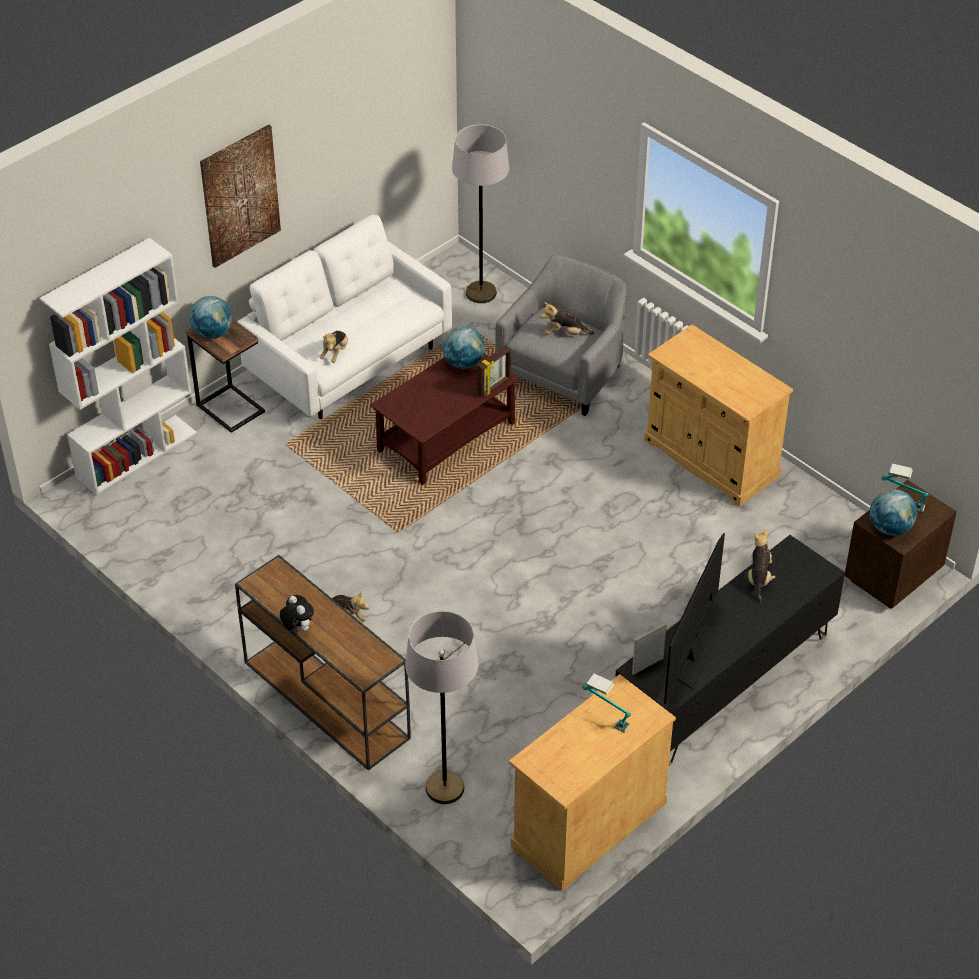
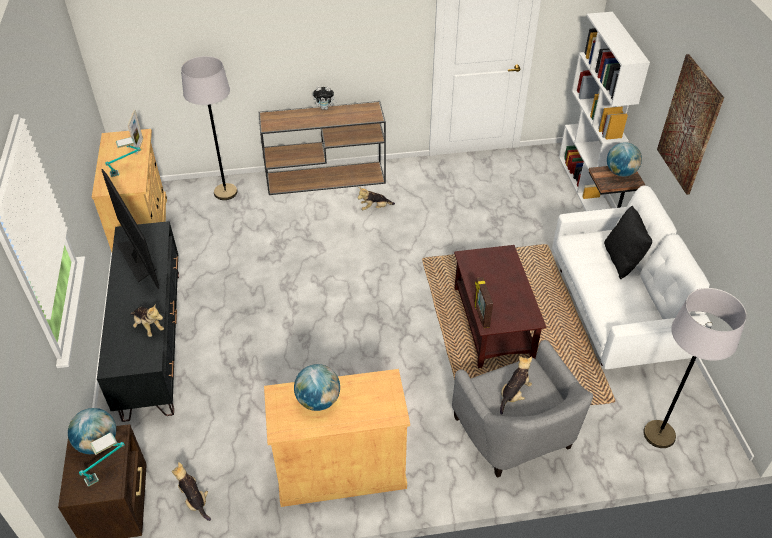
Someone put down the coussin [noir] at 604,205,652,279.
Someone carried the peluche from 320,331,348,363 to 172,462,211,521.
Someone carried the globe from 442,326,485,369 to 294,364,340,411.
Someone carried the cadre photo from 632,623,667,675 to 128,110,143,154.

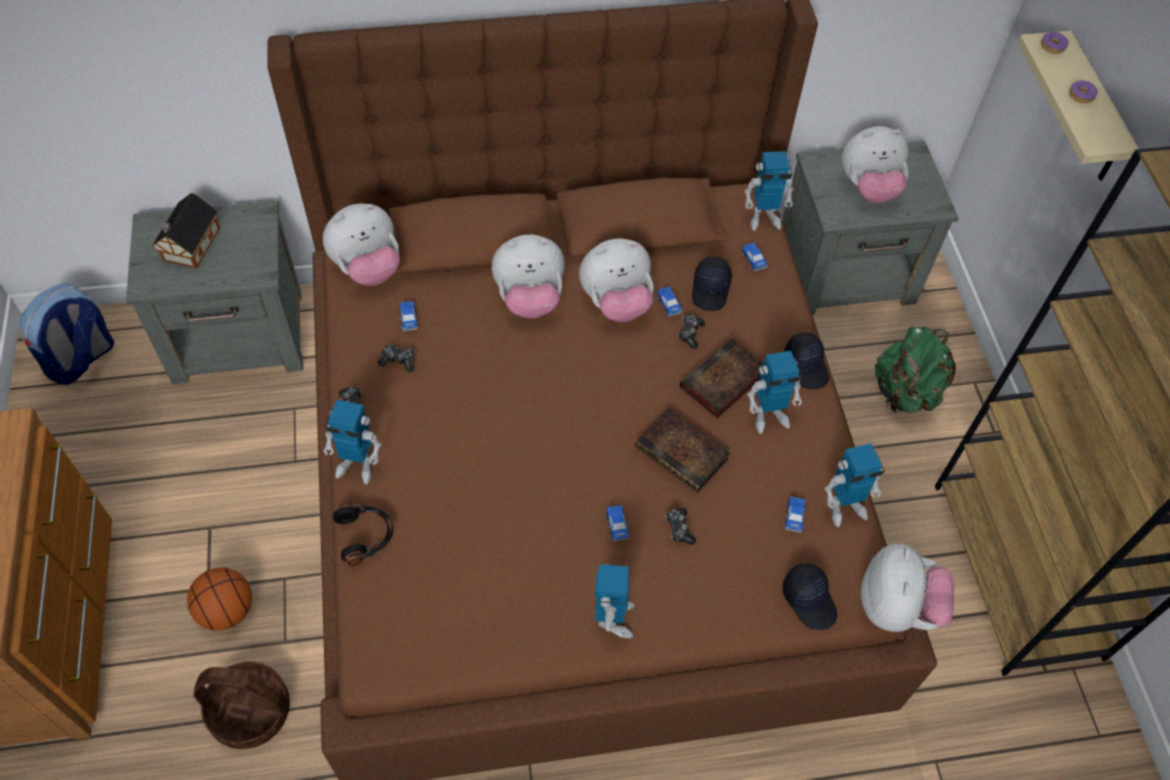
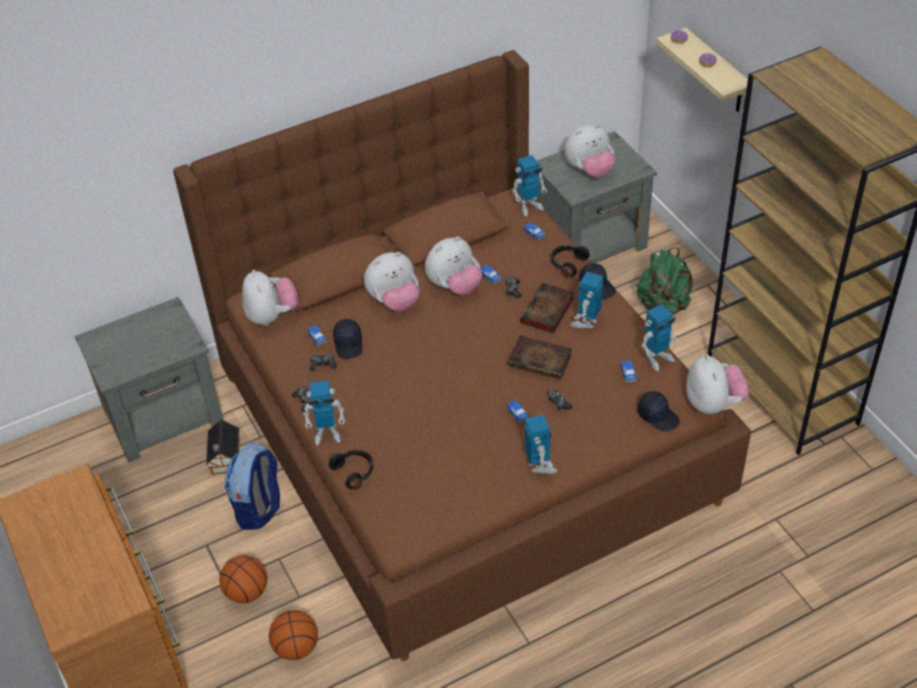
Someone put down the casque audio [noir] at 551,245,590,277.
Someone carried the sac à dos from 19,283,114,385 to 224,443,280,530.
Someone carried the maison miniature from 152,193,220,268 to 206,420,240,474.
Someone carried the casquette [noir] from 692,256,732,311 to 333,319,362,359.
Someone swapped the panier at 194,662,290,749 for the ballon de basket at 269,610,318,660.
Someone rotated the peluche at 323,204,400,286 by 60 degrees counterclockwise.
Someone rotated the robot jouet at 747,351,802,434 by 150 degrees clockwise.

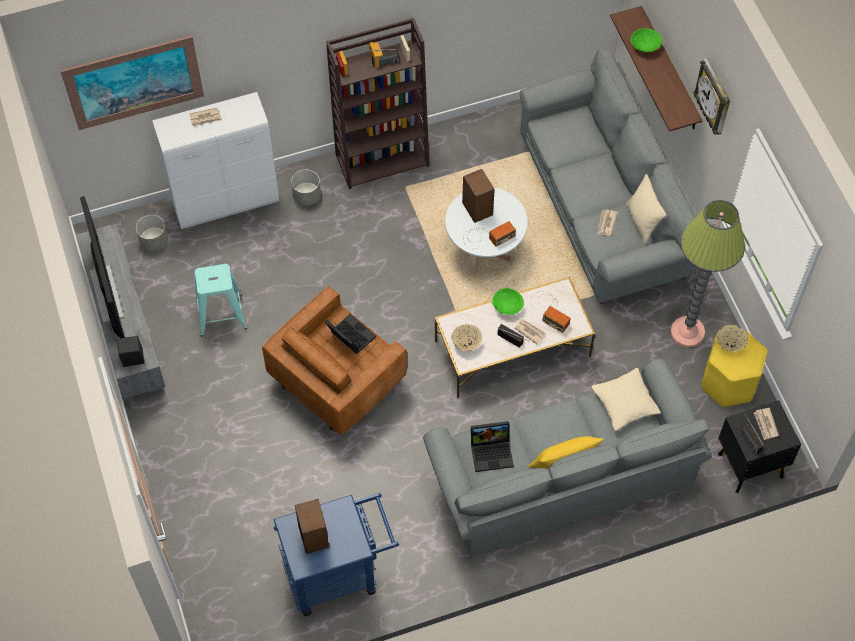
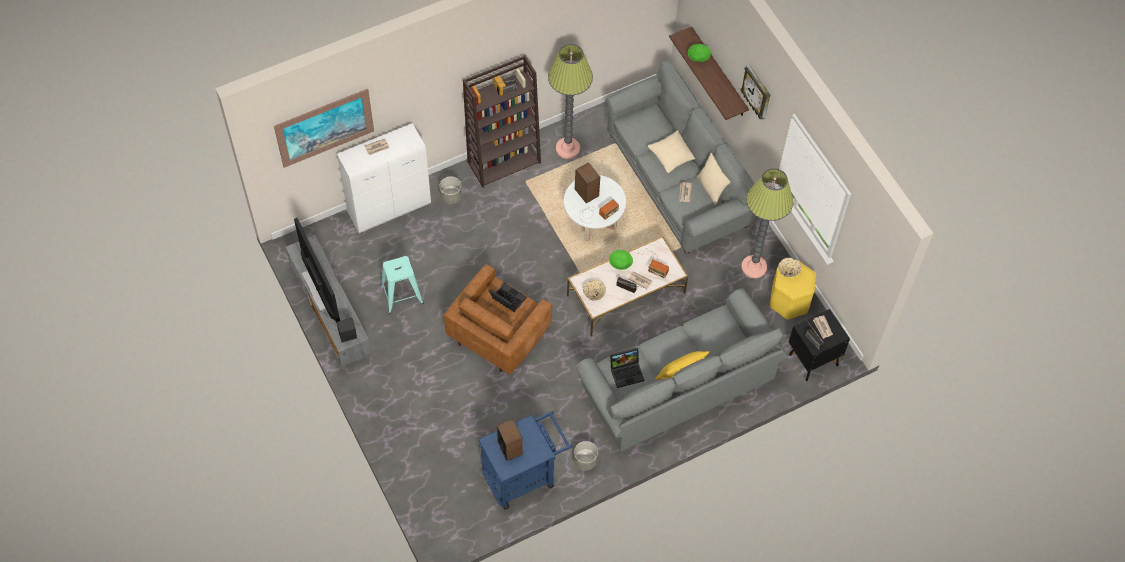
Someone put down the lampadaire at 548,44,593,159.
Someone carried the cache-pot [gris] from 136,215,168,251 to 574,441,598,471.
Someone carried the coussin [beige] from 591,368,661,431 to 648,130,695,173.

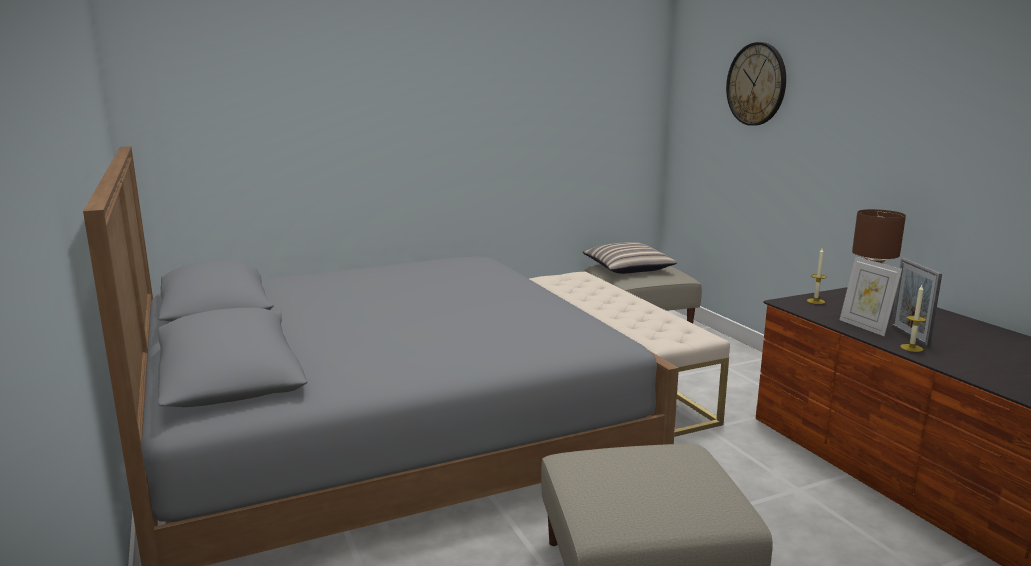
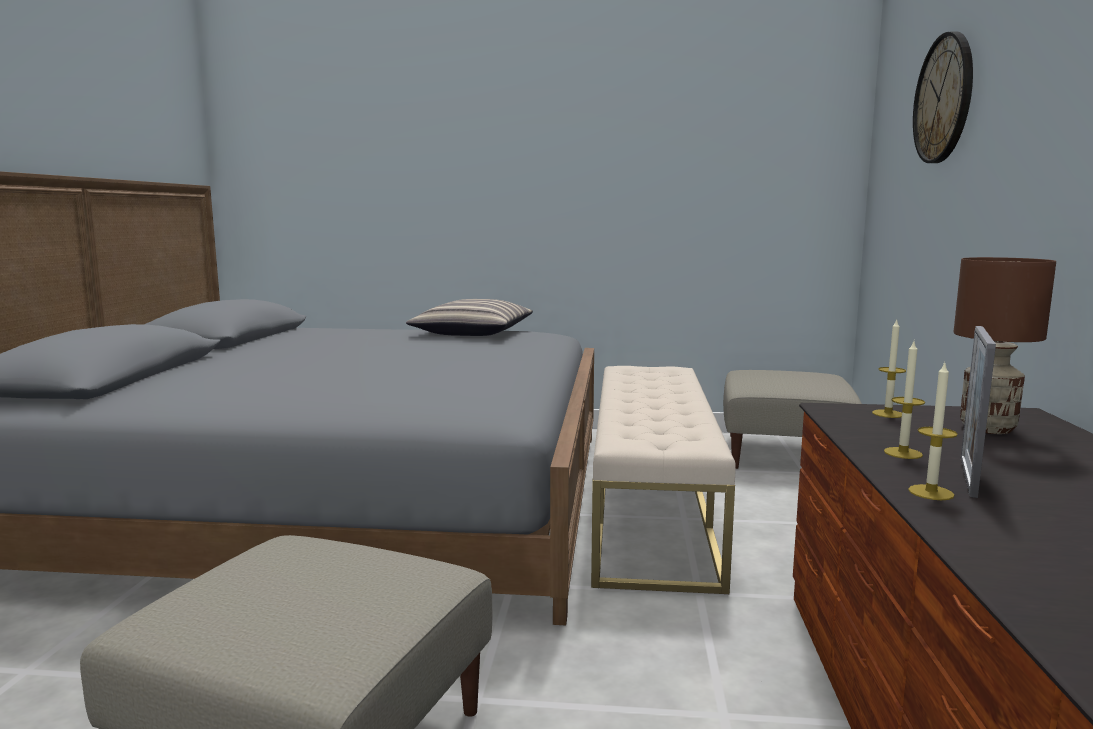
Someone carried the coussin from 583,242,677,274 to 406,299,533,336.
Someone swapped the cadre photo at 840,256,902,336 for the bougie at 884,342,925,459.

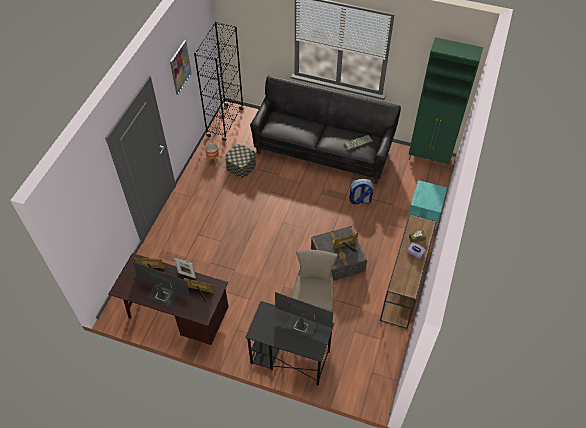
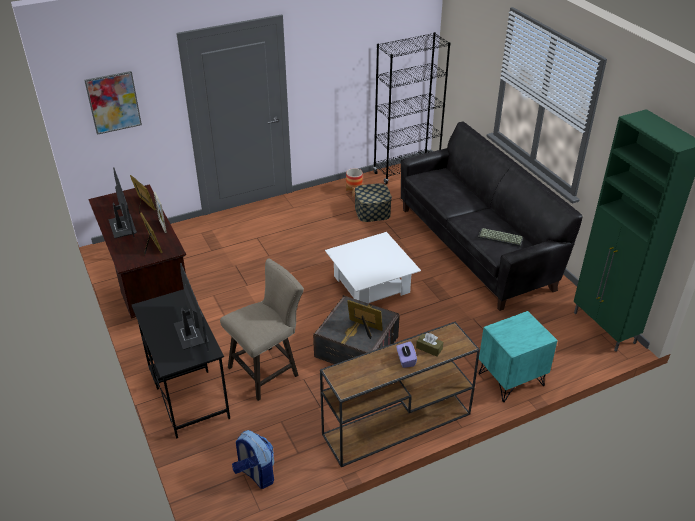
Someone put down the table basse [blanc] at 325,232,421,304.
Someone carried the tableau from 170,40,191,95 to 84,71,142,135.
Someone carried the sac à dos from 349,179,374,204 to 232,430,274,489.

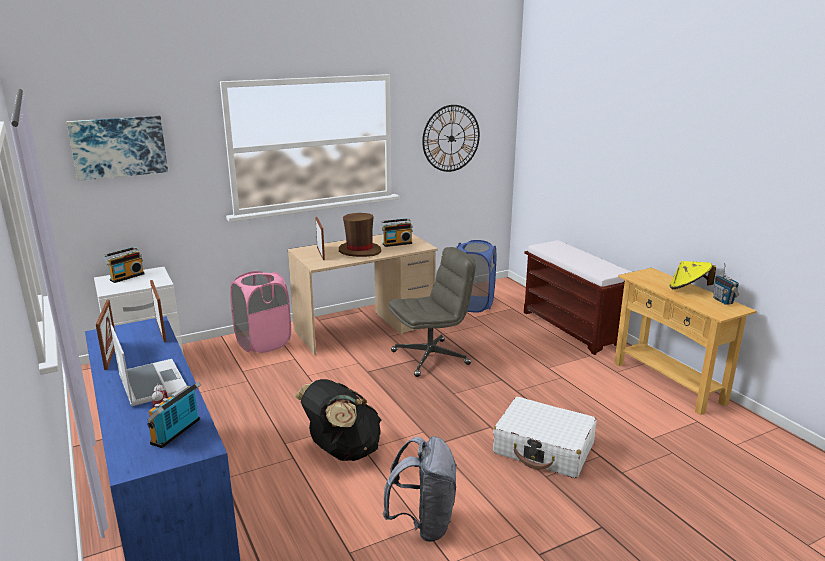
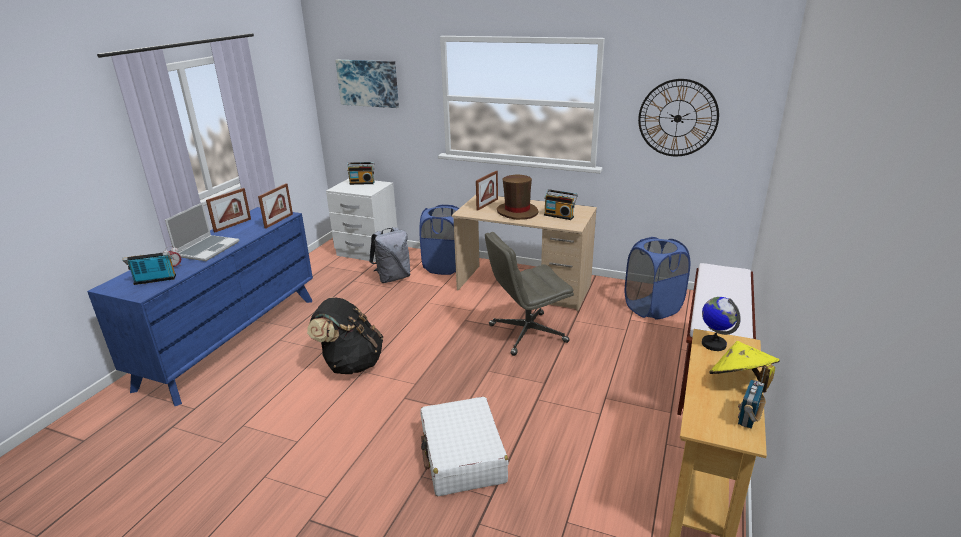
Someone put down the globe at 702,297,741,351.
Someone carried the sac à dos [gris] from 383,436,457,542 to 369,227,411,283.
Someone repainted the panier à linge [rose] at 230,271,291,353, which became the panier à linge [bleu] at 419,205,459,275.
Someone rotated the chaise de bureau [gris] at 388,247,476,377 by 135 degrees clockwise.

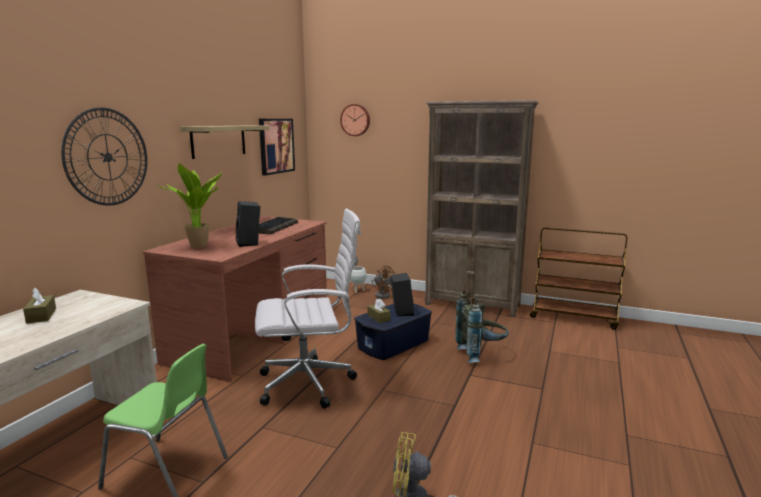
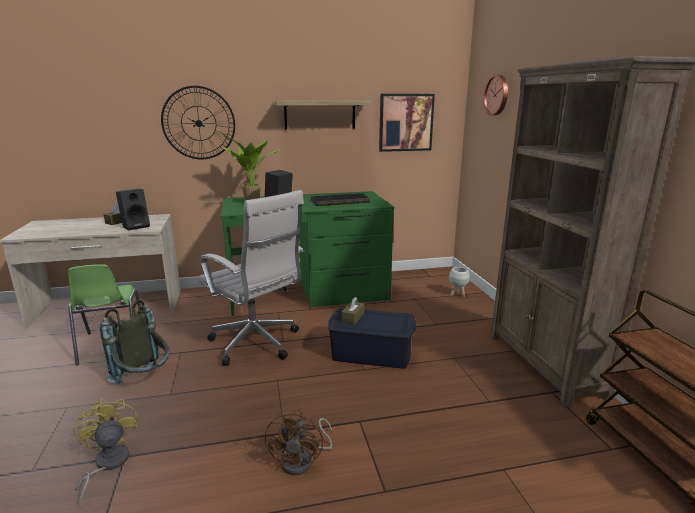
Someone carried the ventilateur [marron] from 372,265,395,299 to 265,409,332,475.
Someone carried the enceinte [noir] from 390,273,414,316 to 116,189,150,230.
Someone carried the sac à dos [gris] from 455,290,509,363 to 100,300,169,383.
Someone repainted the bureau [marron] at 143,216,327,382, which became the bureau [vert] at 221,191,395,316.

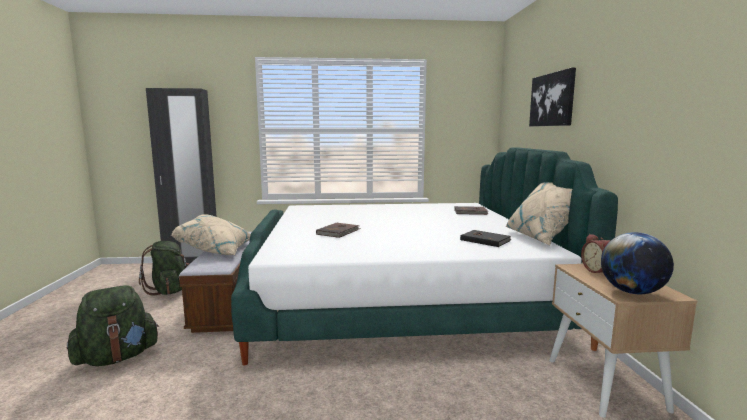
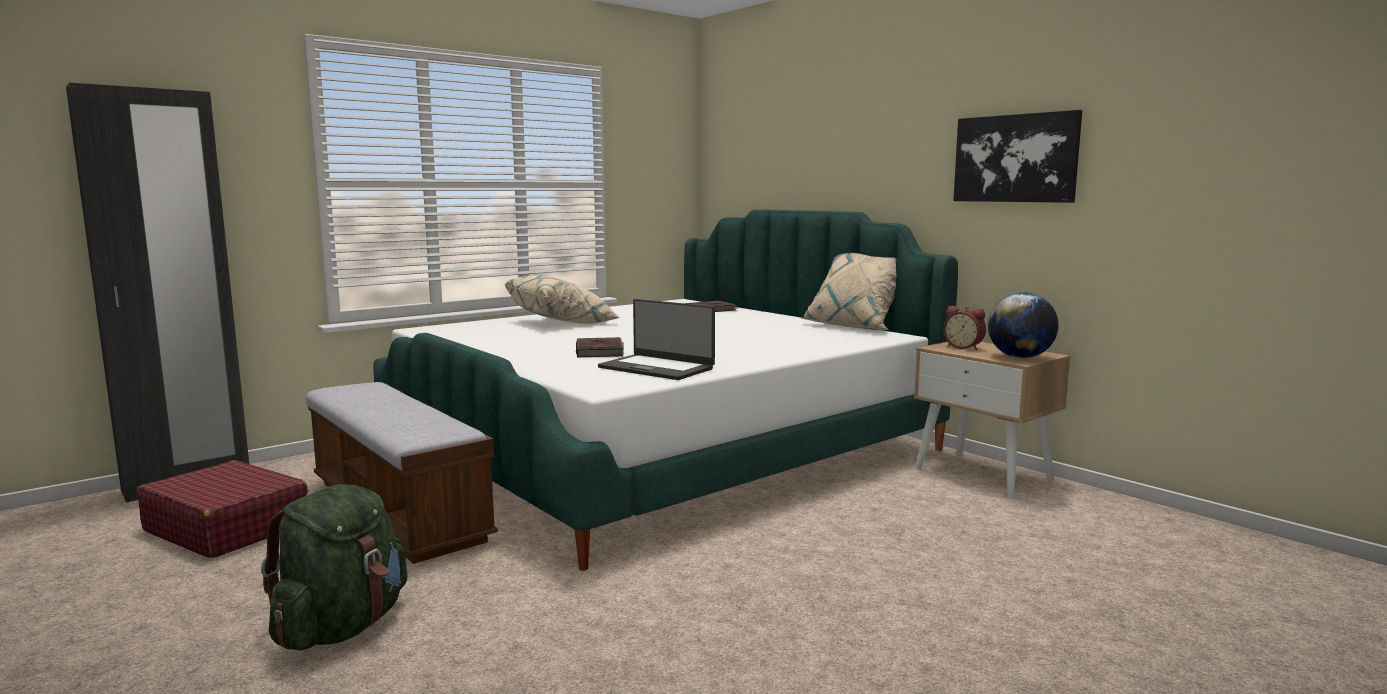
Someone took away the livre [noir] at 460,230,511,247.
Someone put down the ordinateur portable at 598,299,715,380.
Someone carried the coussin [beige] from 171,214,251,255 to 505,275,620,324.
Someone carried the tableau from 529,68,576,126 to 953,110,1082,203.
Someone swapped the sac à dos [vert] at 139,241,190,296 for the valise [rouge] at 137,460,308,558.

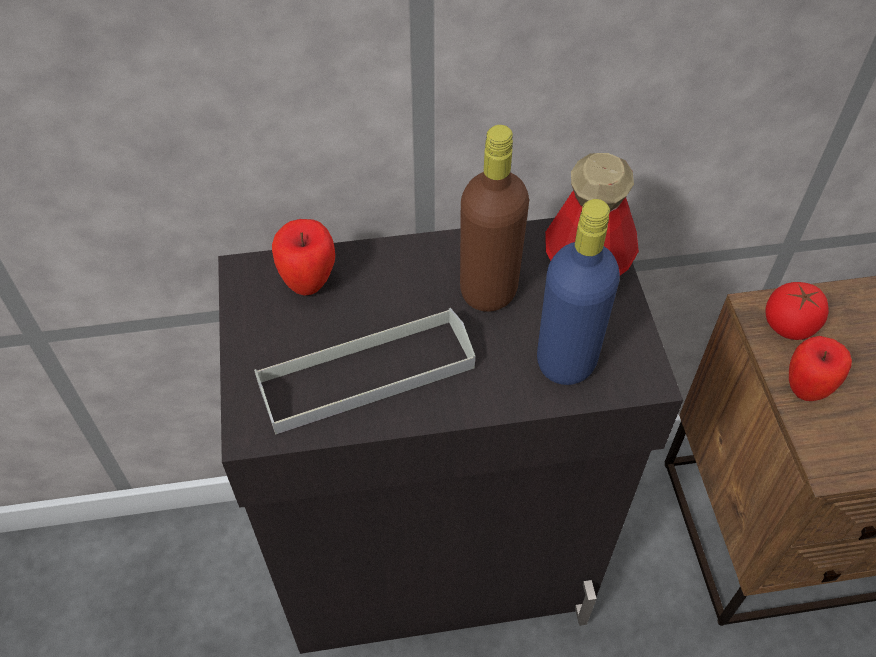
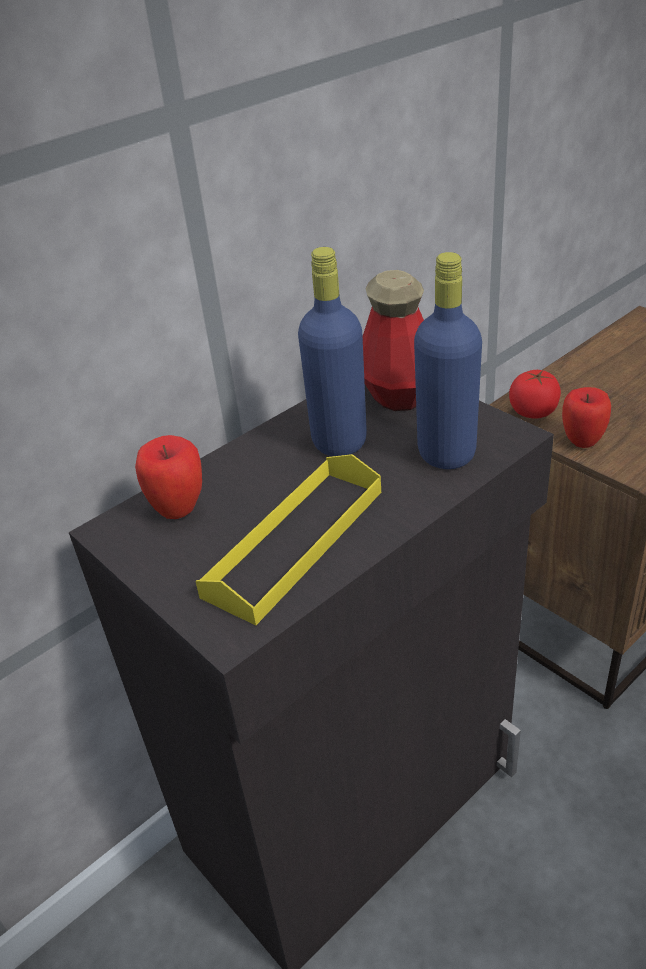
Someone repainted the plateau [gris] at 254,308,475,435, which became the plateau [jaune] at 195,454,381,626.
Someone repainted the bouteille [marron] at 460,125,529,312, which became the bouteille [bleu] at 298,247,367,456.

